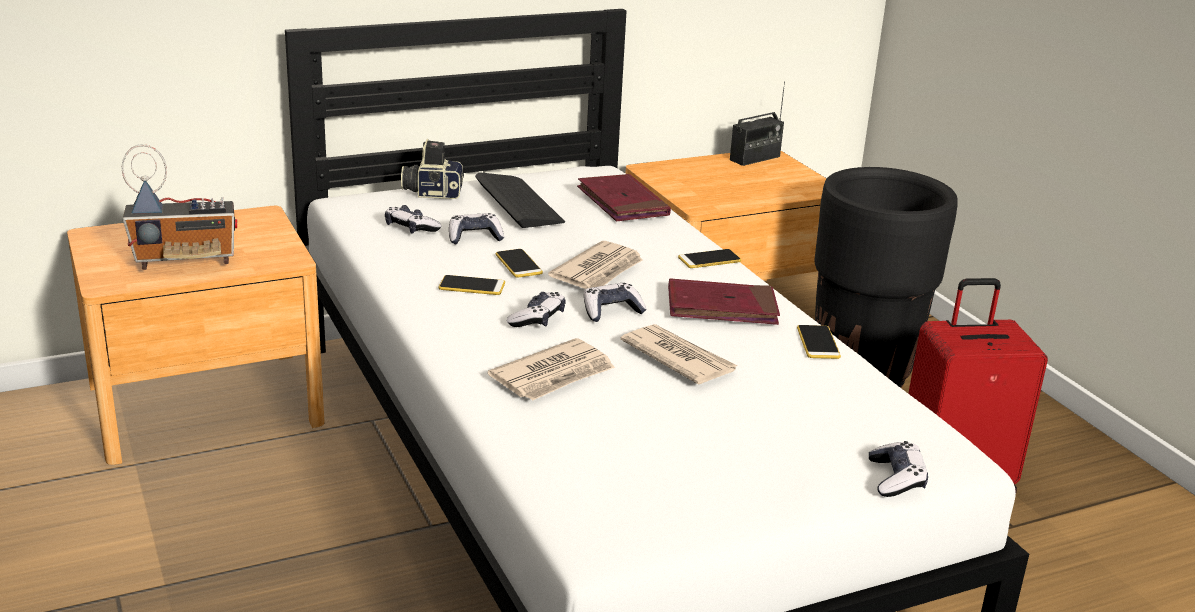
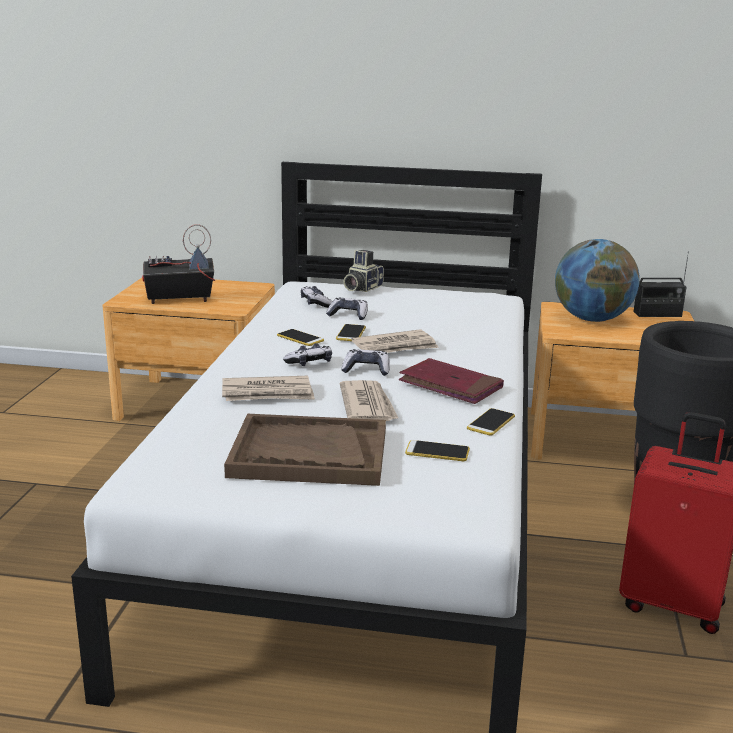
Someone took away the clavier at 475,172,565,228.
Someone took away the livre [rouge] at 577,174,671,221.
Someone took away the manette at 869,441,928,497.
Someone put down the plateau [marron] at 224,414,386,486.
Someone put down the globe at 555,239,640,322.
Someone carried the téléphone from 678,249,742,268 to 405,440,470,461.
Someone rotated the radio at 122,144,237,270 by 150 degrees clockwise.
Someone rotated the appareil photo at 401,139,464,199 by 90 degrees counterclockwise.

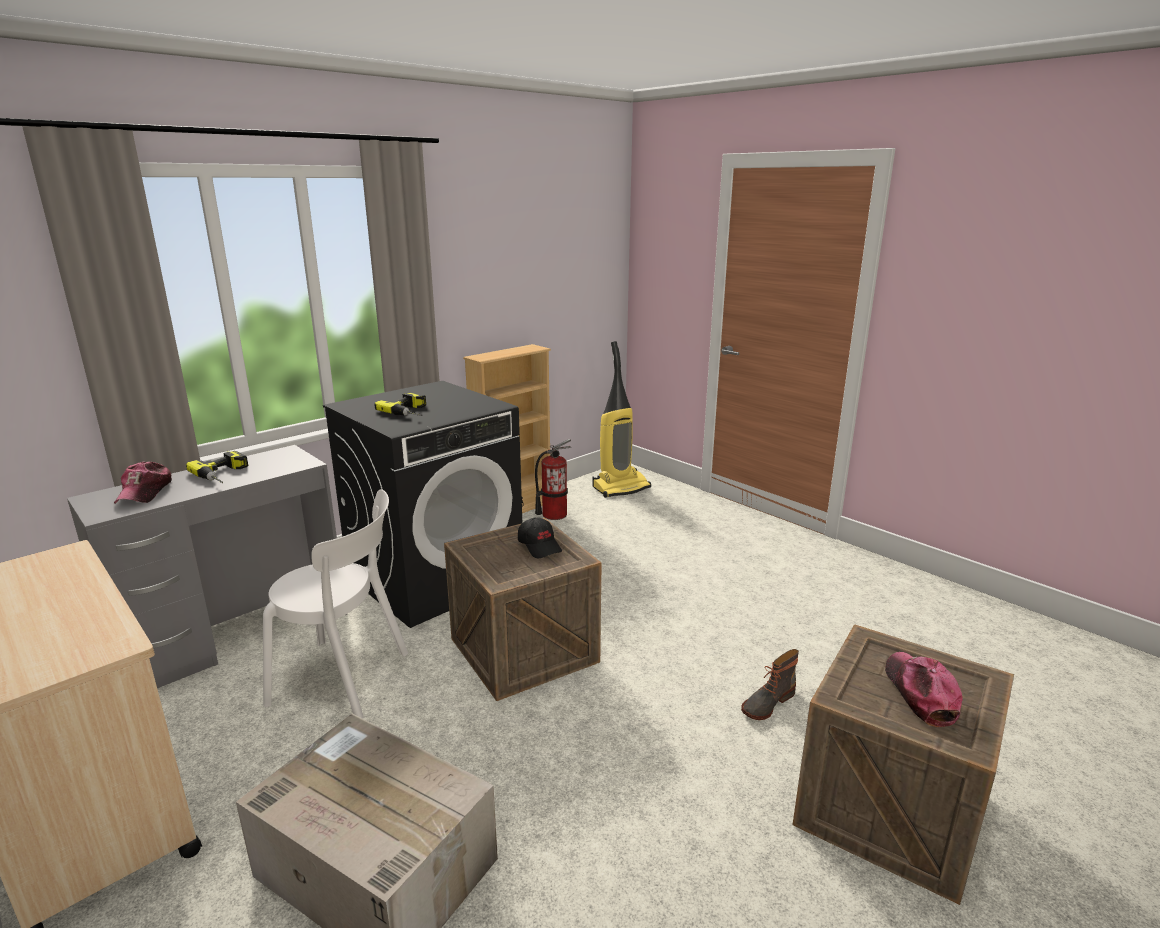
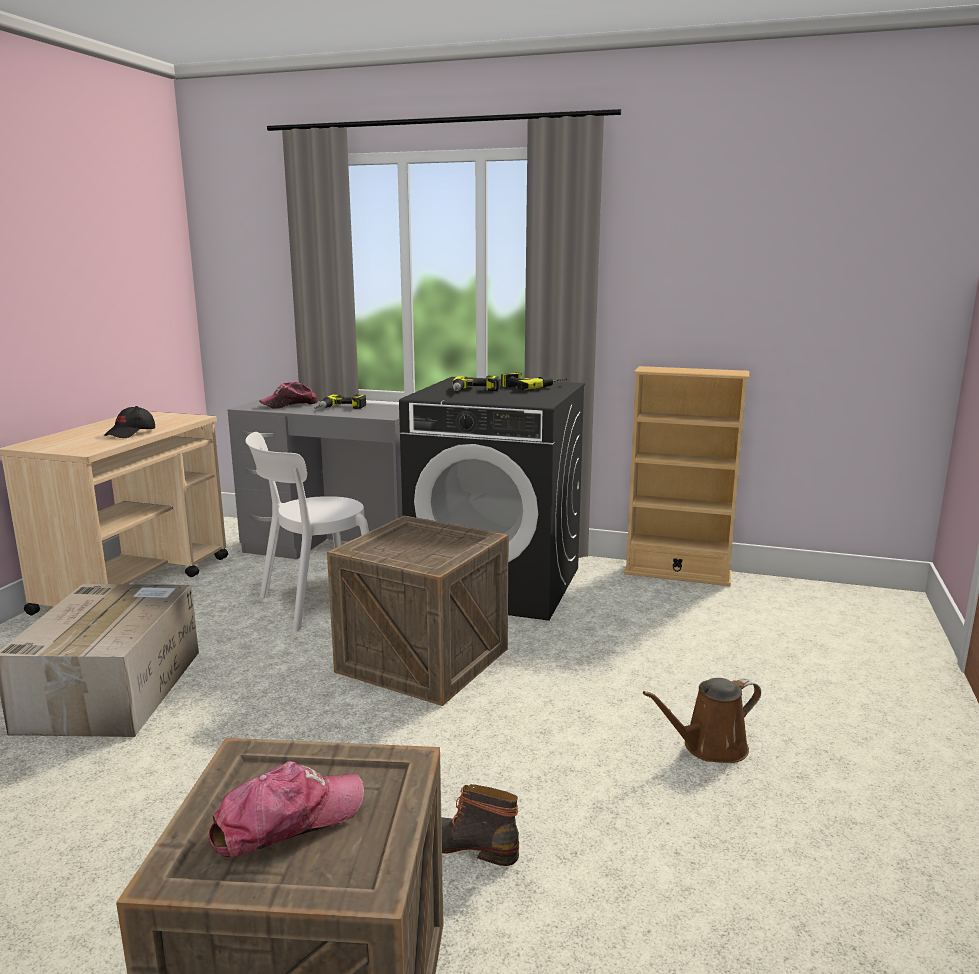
Someone took away the extincteur at 535,439,572,520.
Someone took away the aspirateur at 592,341,651,498.
Someone put down the perceuse at 501,372,567,390.
Someone put down the arrosoir [marron] at 643,678,761,763.
Someone carried the casquette [noir] from 518,517,562,558 to 104,406,155,438.
Someone rotated the chaise [blanc] at 263,489,408,719 by 75 degrees clockwise.

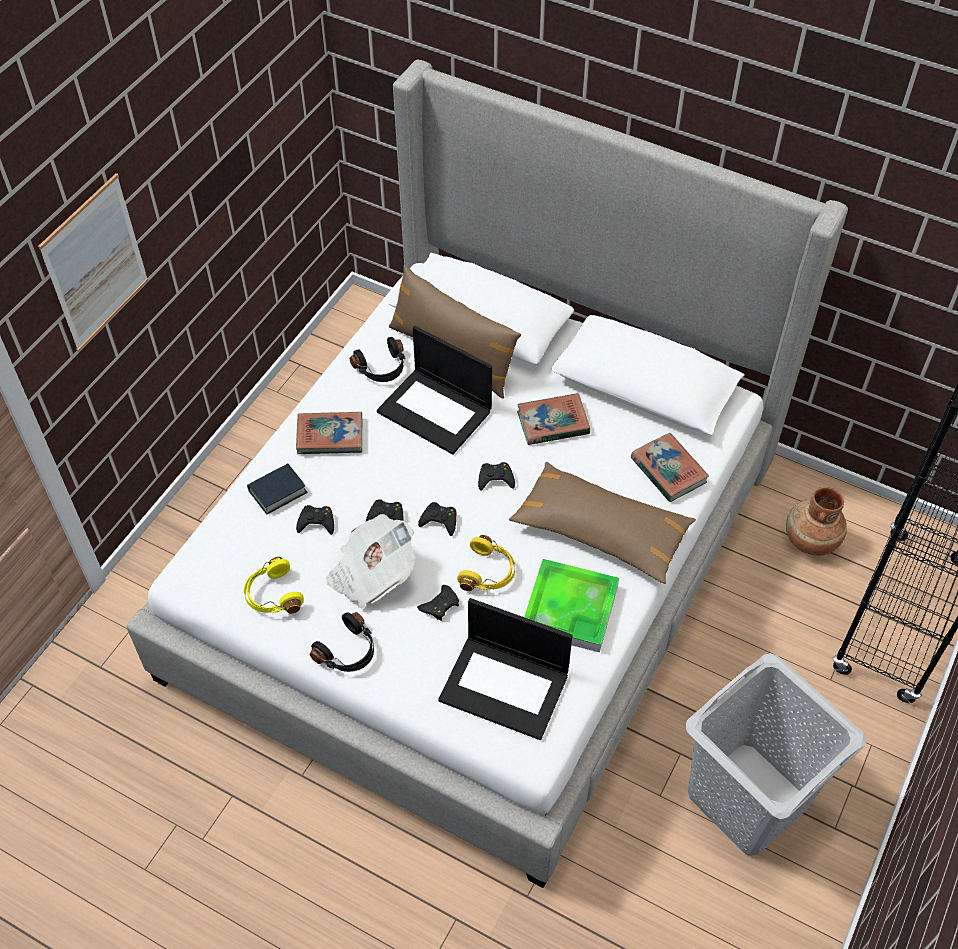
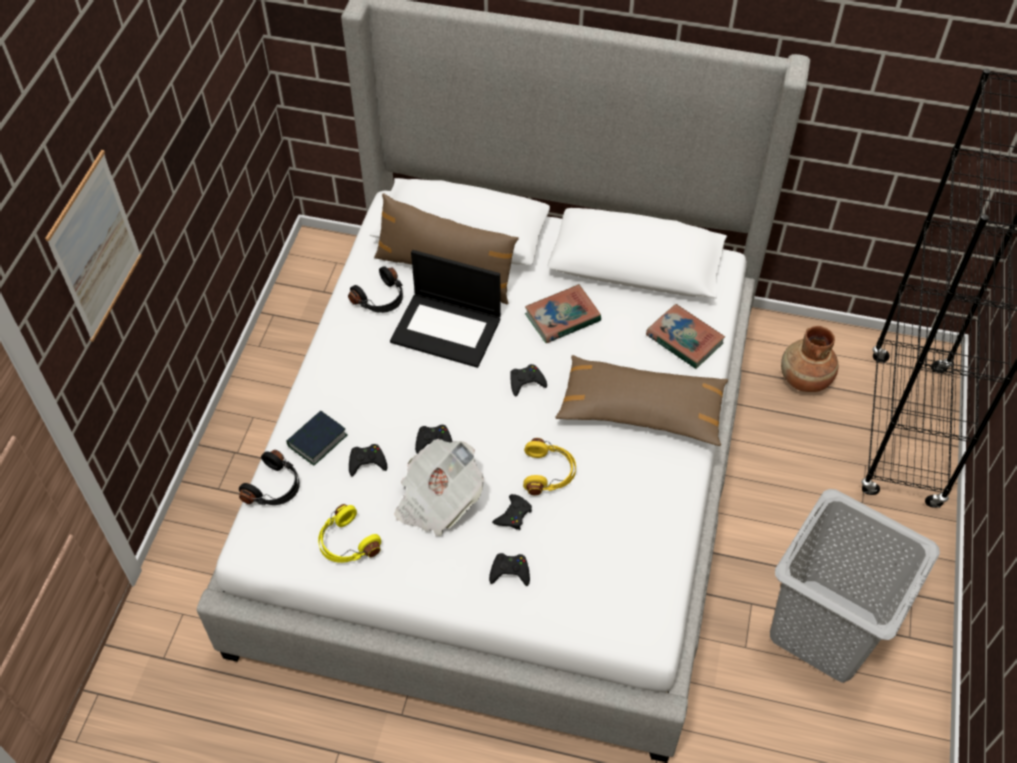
Someone took away the livre at 296,412,362,454.
Someone took away the ordinateur portable at 438,598,572,740.
Someone took away the plateau at 524,559,619,653.
Someone carried the casque audio [noir] from 310,612,374,672 to 239,450,300,505.
Someone carried the manette [noir] from 418,502,457,536 to 489,553,530,586.

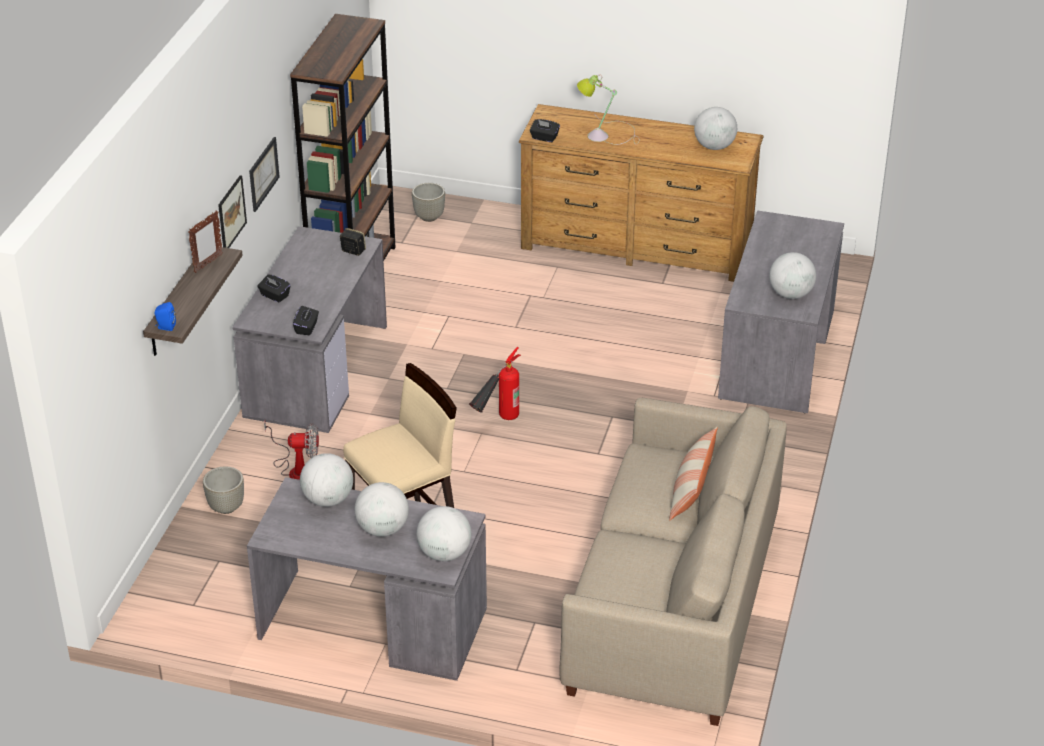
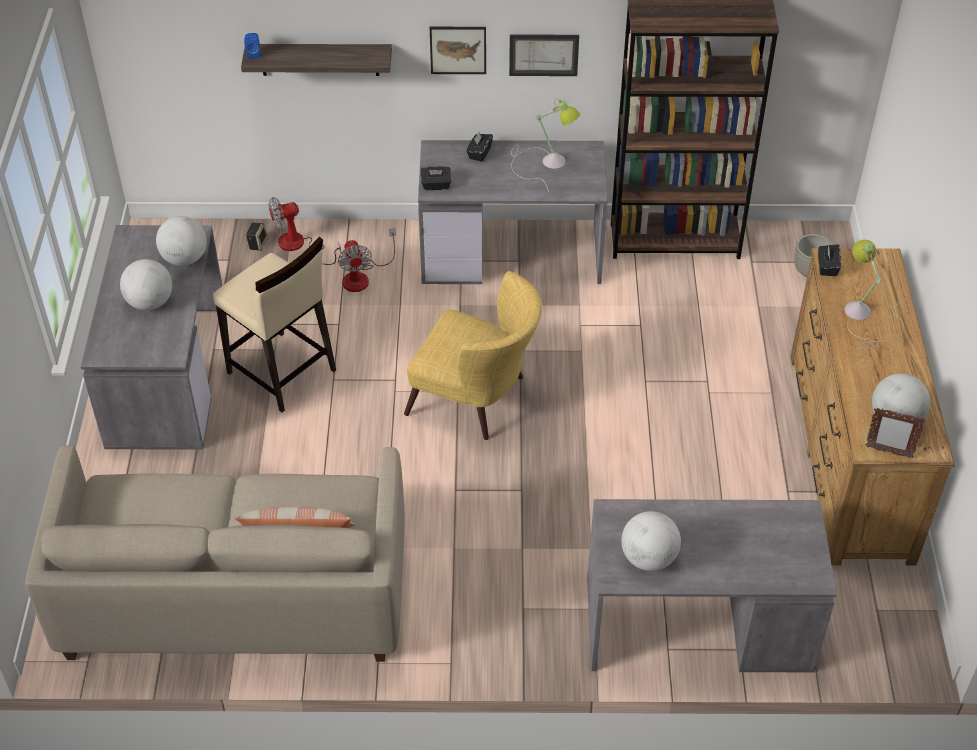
Someone took away the globe at 416,506,471,561.
Someone put down the lampe de table at 511,98,580,192.
Someone carried the cadre photo from 188,210,223,273 to 865,408,925,458.
Someone carried the enceinte from 340,228,366,256 to 246,223,268,251.
Someone swapped the cache-pot [gris] at 203,467,244,514 for the ventilateur at 269,197,341,265.
Someone swapped the extincteur at 469,347,521,420 for the fauteuil [jaune] at 404,271,542,440.

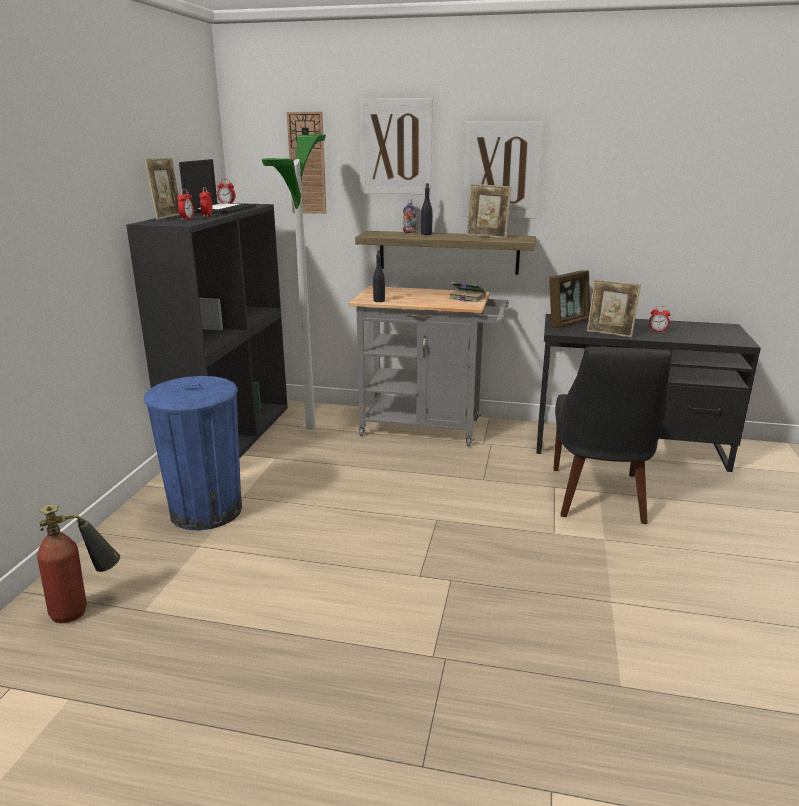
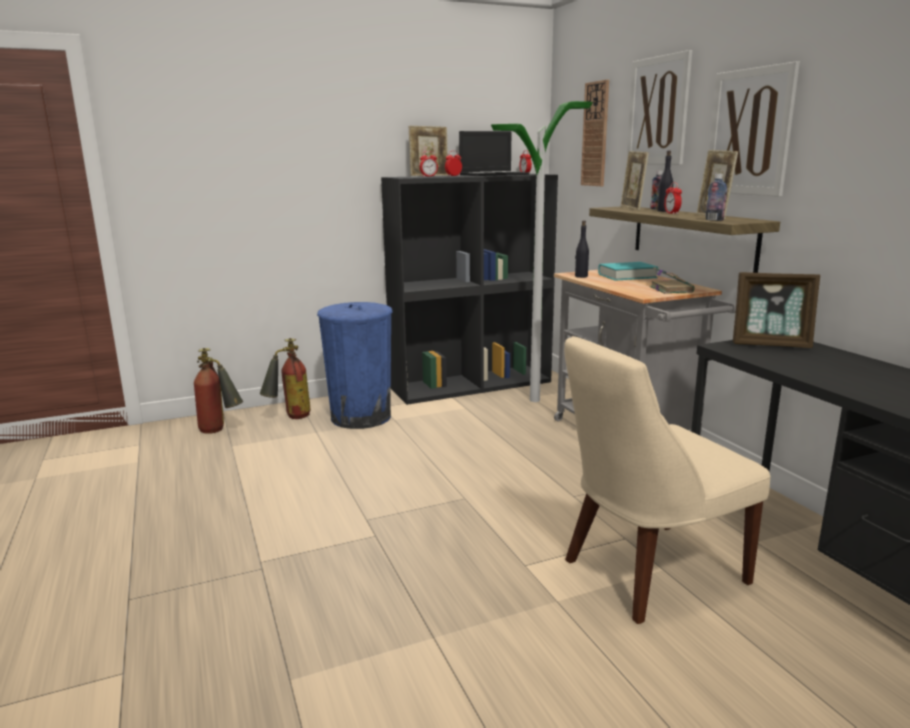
Someone put down the extincteur at 260,338,310,419.
Someone put down the livre [turquoise] at 598,262,658,281.
Someone put down the bouteille at 706,174,727,221.
Someone carried the cadre photo from 587,279,641,338 to 621,151,649,210.
Someone carried the réveil from 649,306,670,332 to 664,182,682,214.
Someone repainted the chaise [noir] at 553,347,672,524, which became the chaise [beige] at 564,336,771,624.

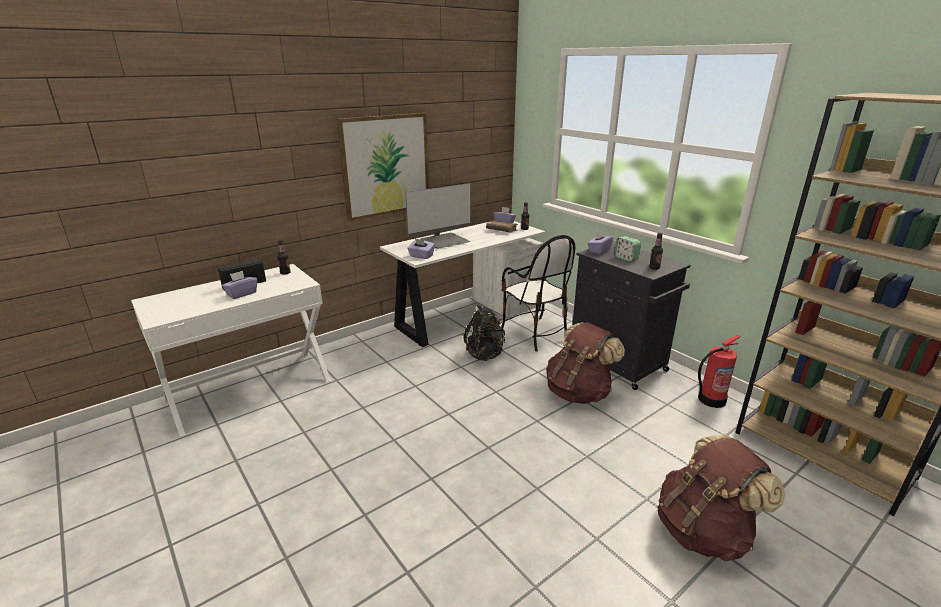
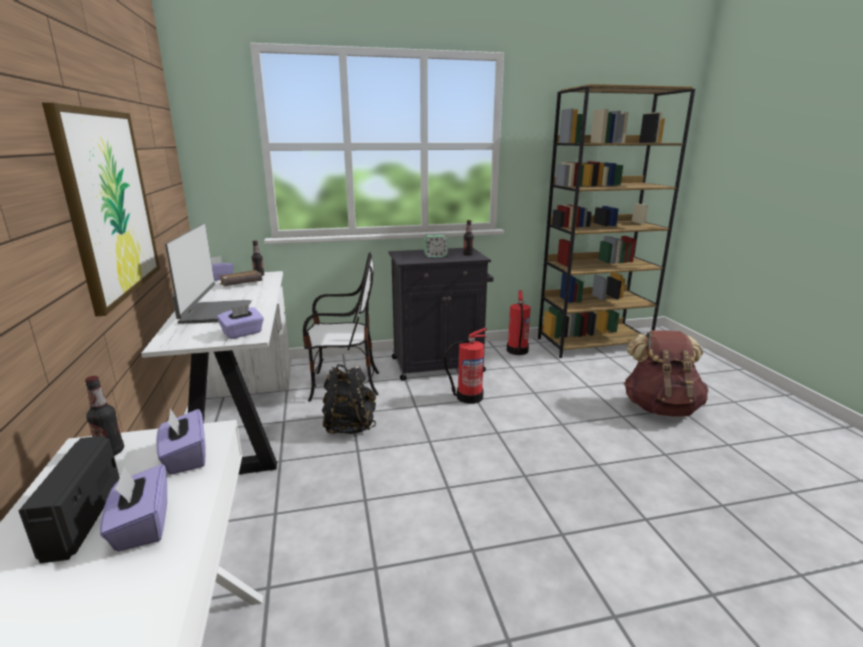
Someone carried the boîte à mouchoirs [violet] from 588,230,614,255 to 156,408,206,475.
Someone swapped the sac à dos [marron] at 547,322,625,404 for the extincteur at 444,328,487,404.

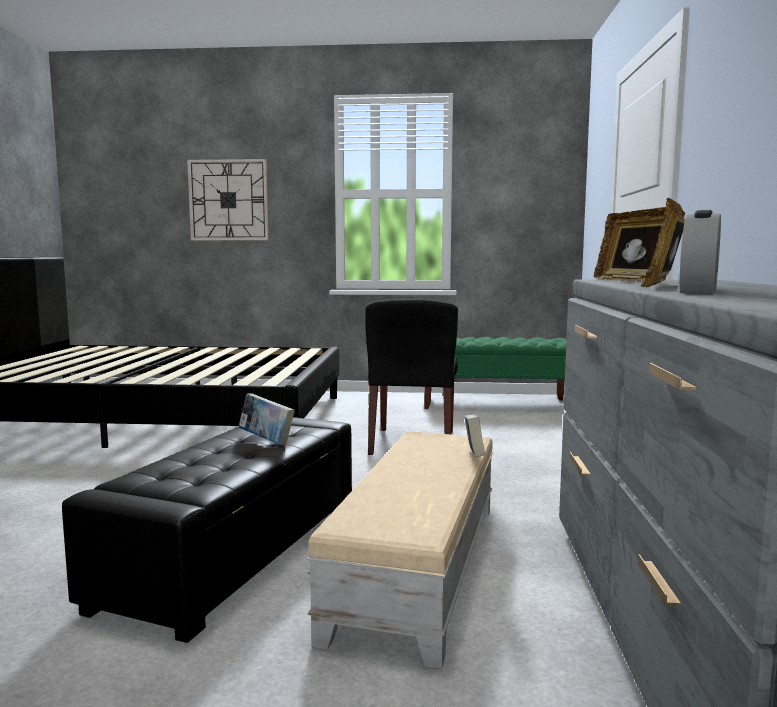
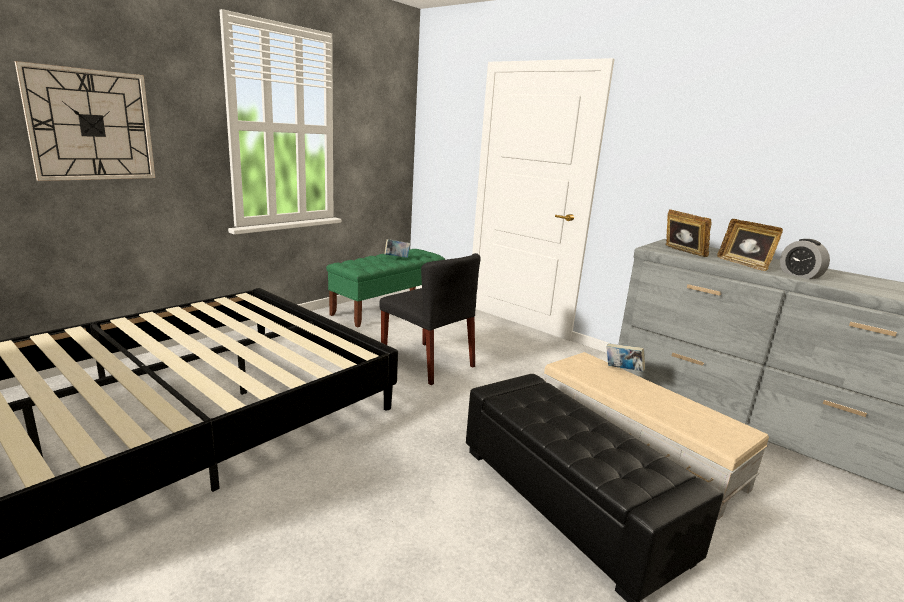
Someone carried the livre from 239,394,295,445 to 385,239,410,258.
Someone rotated the cadre photo at 594,207,666,283 by 135 degrees counterclockwise.

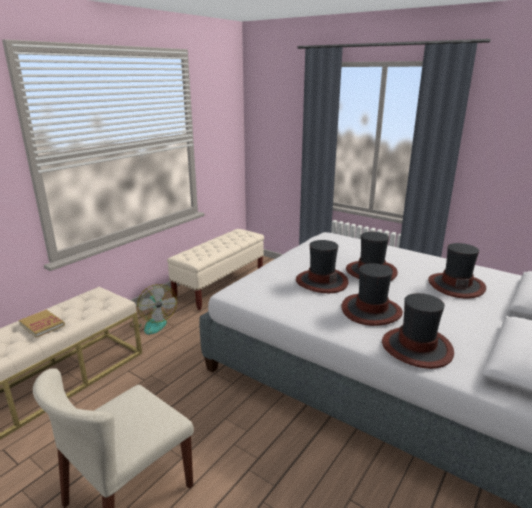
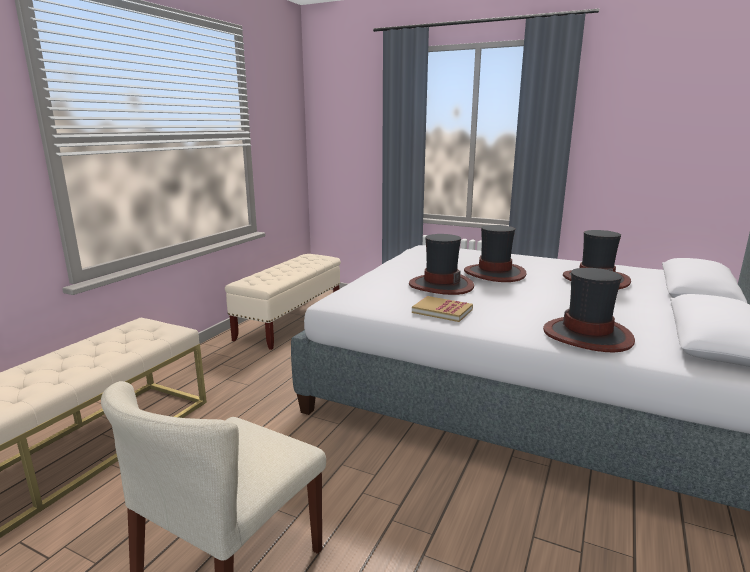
Someone took away the ventilateur at 130,284,177,335.
Someone took away the chapeau at 341,263,403,326.
Someone carried the livre from 19,310,65,338 to 412,296,473,322.

